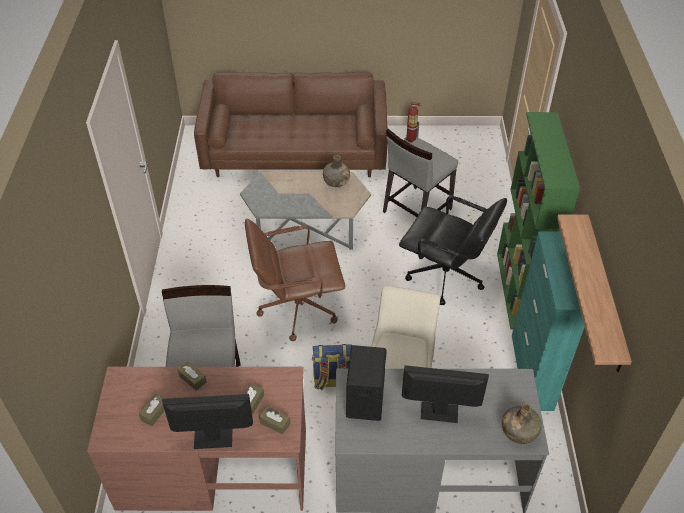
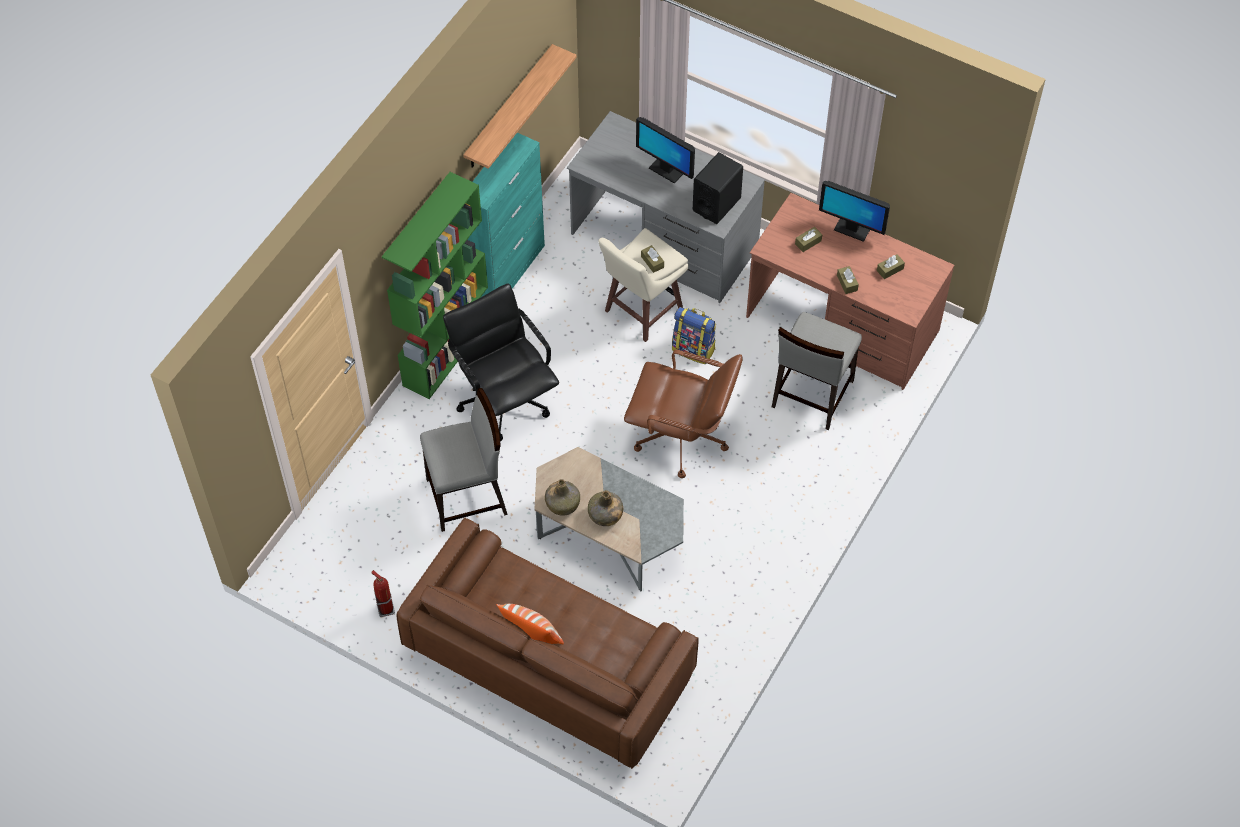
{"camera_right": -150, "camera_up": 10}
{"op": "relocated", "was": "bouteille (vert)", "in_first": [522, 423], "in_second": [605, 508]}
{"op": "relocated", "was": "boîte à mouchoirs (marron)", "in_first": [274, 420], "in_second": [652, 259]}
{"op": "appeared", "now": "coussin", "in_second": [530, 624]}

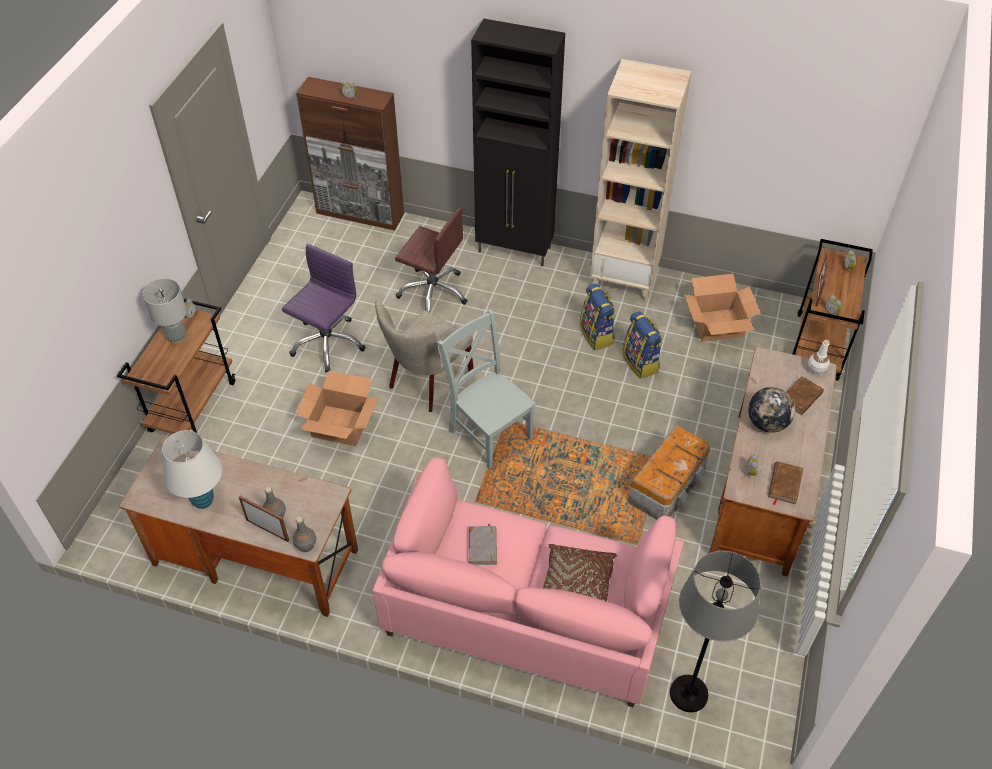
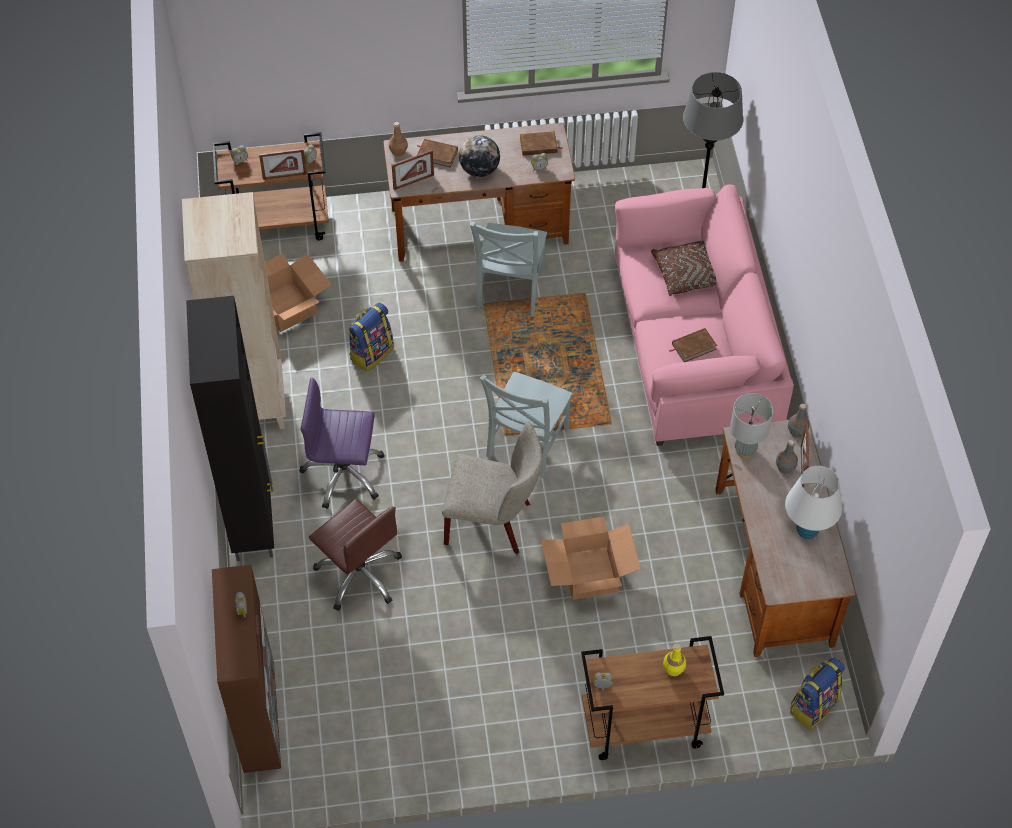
{"camera_right": -115, "camera_up": 5}
{"op": "spun", "was": "chaise de bureau (marron)", "in_first": [431, 259], "in_second": [355, 555], "clockwise": 135}
{"op": "relocated", "was": "chaise de bureau (violet)", "in_first": [323, 308], "in_second": [342, 443]}
{"op": "relocated", "was": "lampe de table (gris)", "in_first": [165, 311], "in_second": [751, 426]}
{"op": "relocated", "was": "sac à dos", "in_first": [598, 317], "in_second": [817, 694]}
{"op": "colour", "was": "bouteille (blanc)", "now": "bouteille (marron)", "in_first": [819, 357], "in_second": [398, 139]}
{"op": "exchanged", "was": "boîte de rangement", "now": "chaise (gris)", "in_first": [669, 472], "in_second": [508, 268]}
{"op": "colour", "was": "livre (gris)", "now": "livre (marron)", "in_first": [483, 544], "in_second": [693, 345]}
{"op": "appeared", "now": "cadre photo", "in_second": [413, 170]}
{"op": "appeared", "now": "bouteille (jaune)", "in_second": [674, 660]}

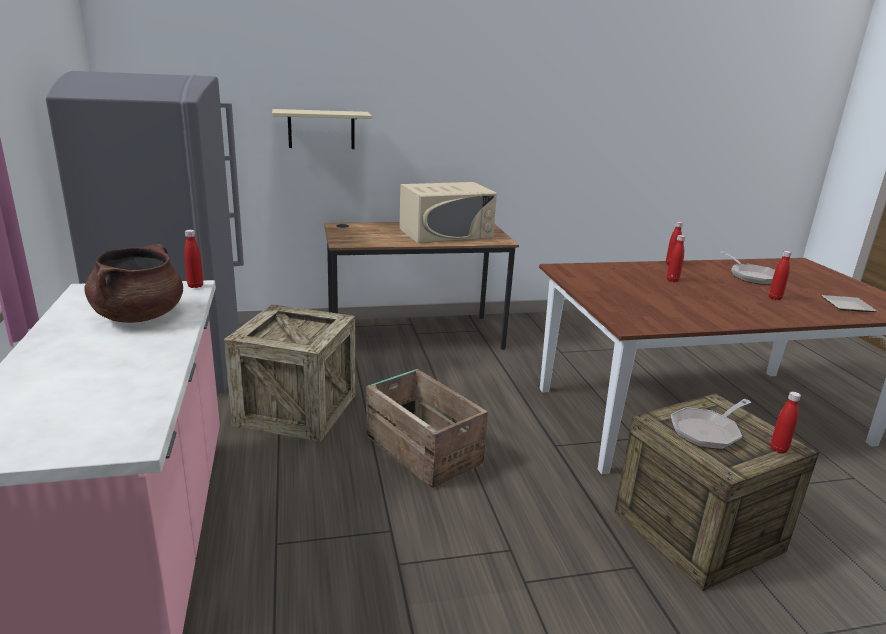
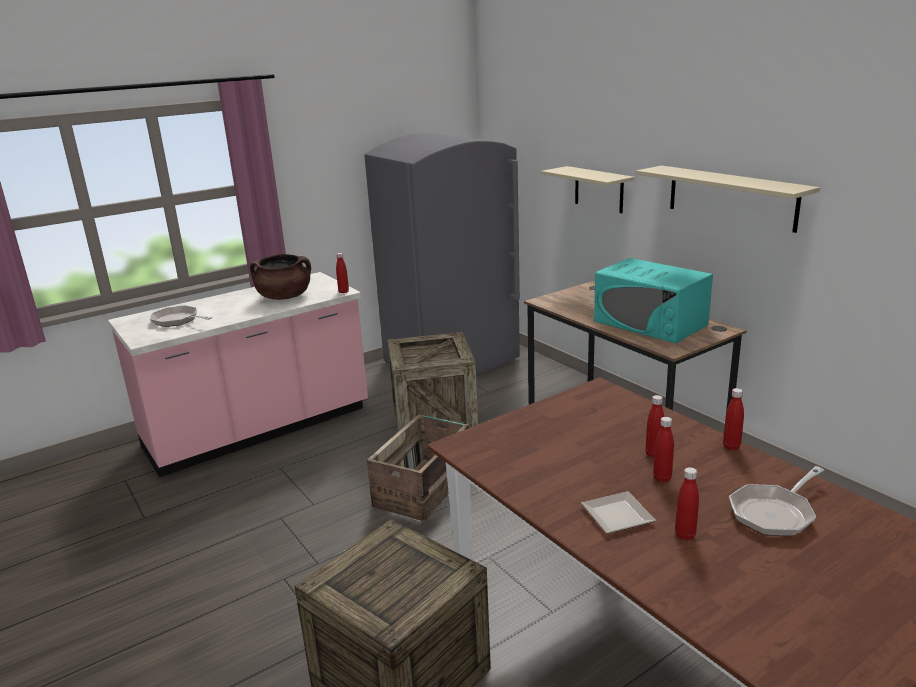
{"camera_right": 70, "camera_up": 0}
{"op": "colour", "was": "micro-ondes (beige)", "now": "micro-ondes (turquoise)", "in_first": [448, 212], "in_second": [653, 300]}
{"op": "relocated", "was": "assiette", "in_first": [849, 303], "in_second": [618, 512]}
{"op": "relocated", "was": "bouteille (rouge)", "in_first": [785, 423], "in_second": [663, 450]}
{"op": "relocated", "was": "poêle", "in_first": [711, 424], "in_second": [181, 316]}
{"op": "appeared", "now": "étagère (beige)", "in_second": [728, 199]}

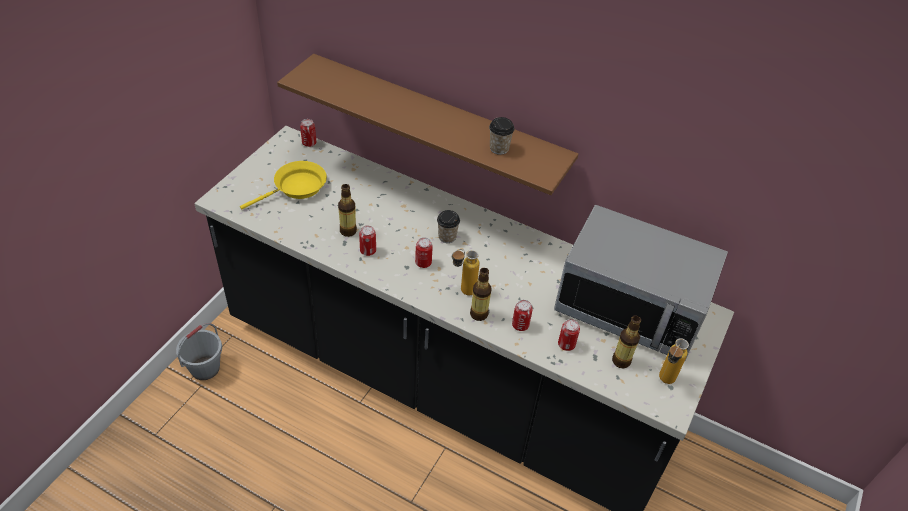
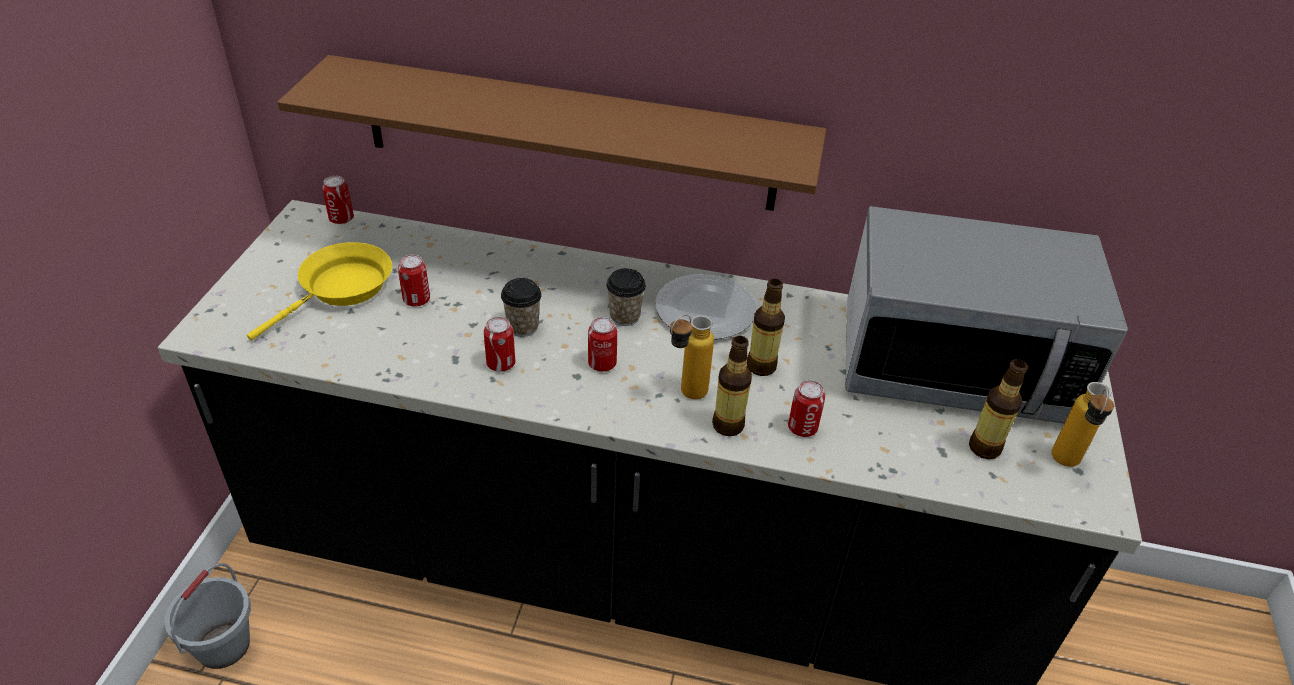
{"camera_right": -15, "camera_up": -5}
{"op": "relocated", "was": "tasse", "in_first": [502, 136], "in_second": [521, 307]}
{"op": "relocated", "was": "bouteille", "in_first": [347, 210], "in_second": [766, 327]}
{"op": "relocated", "was": "boîte métallique", "in_first": [569, 335], "in_second": [414, 280]}
{"op": "appeared", "now": "assiette", "in_second": [706, 306]}

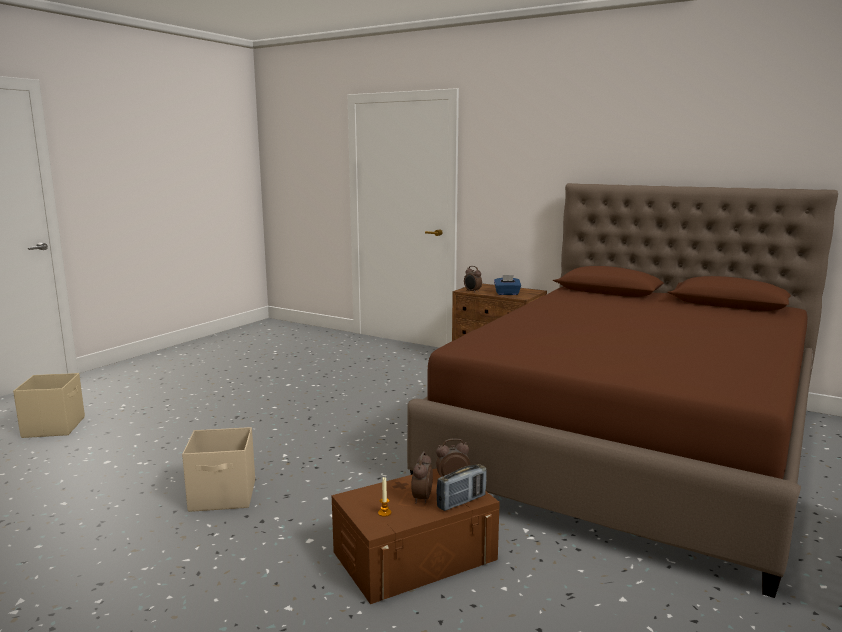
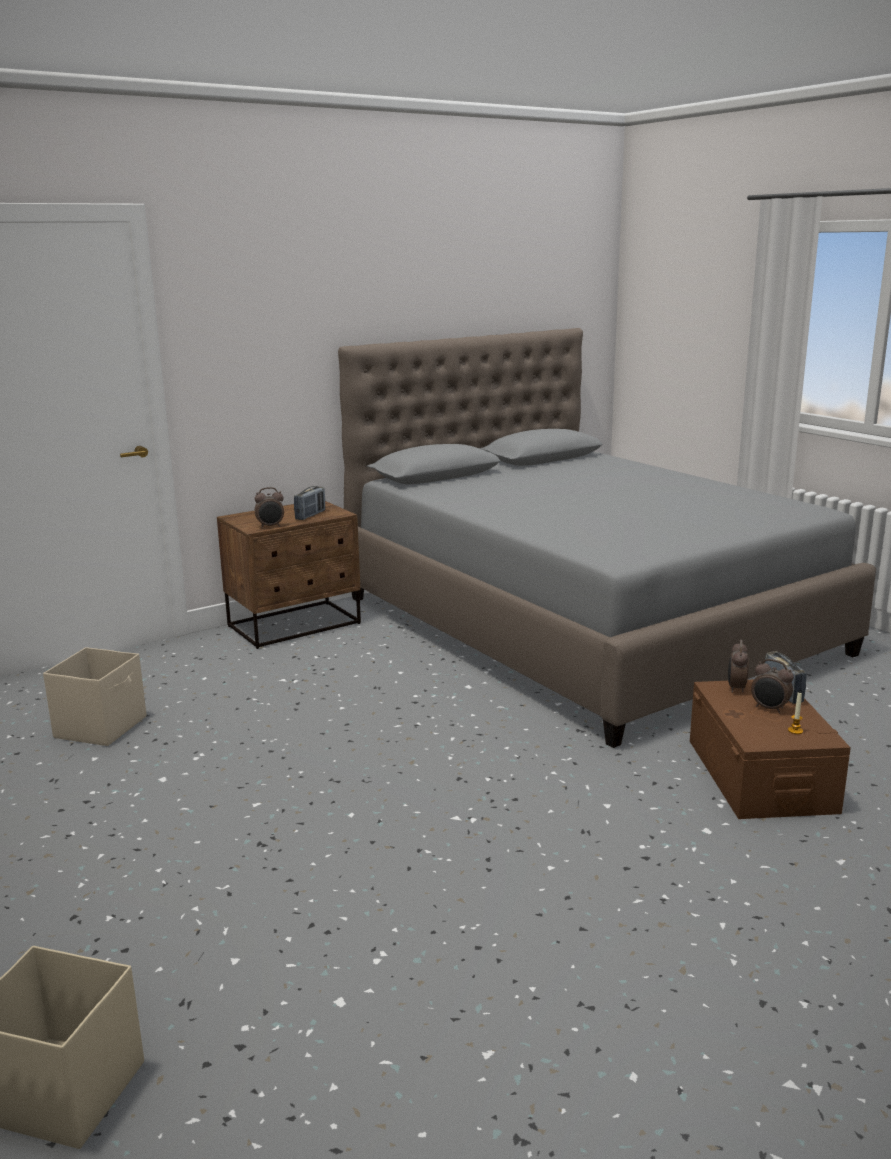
{"camera_right": -65, "camera_up": 5}
{"op": "colour", "was": "lit (marron)", "now": "lit (gris)", "in_first": [622, 390], "in_second": [607, 538]}
{"op": "exchanged", "was": "boîte à mouchoirs (bleu)", "now": "radio", "in_first": [507, 285], "in_second": [309, 503]}
{"op": "relocated", "was": "boîte de rangement (beige)", "in_first": [218, 469], "in_second": [95, 696]}

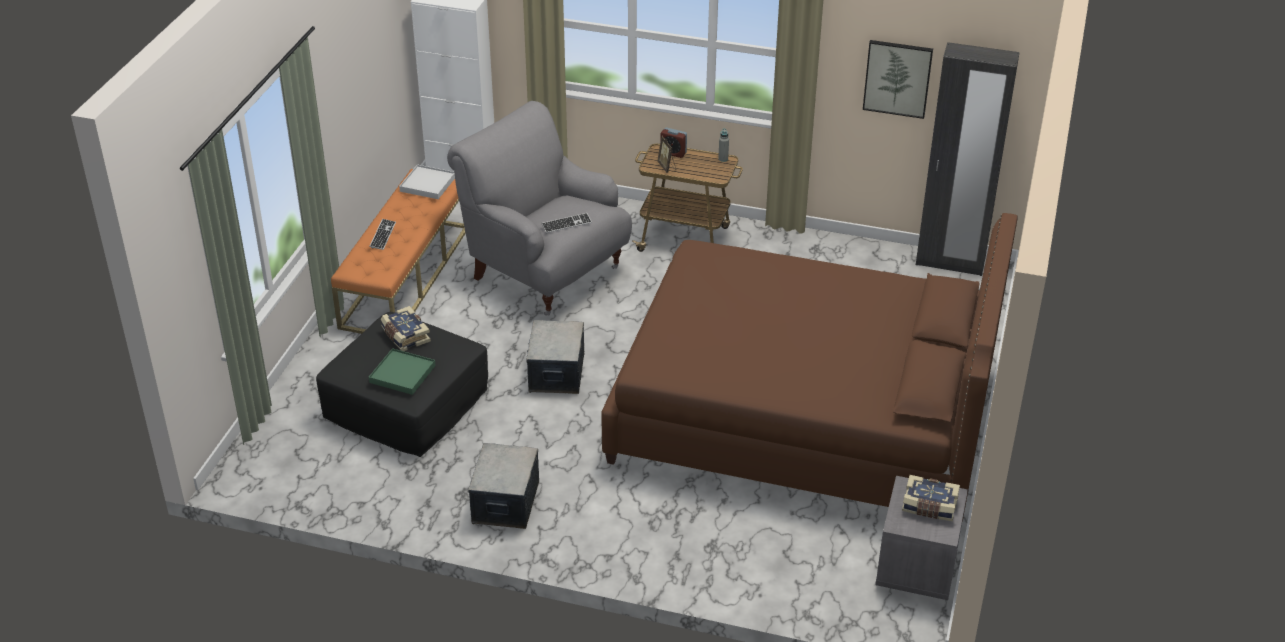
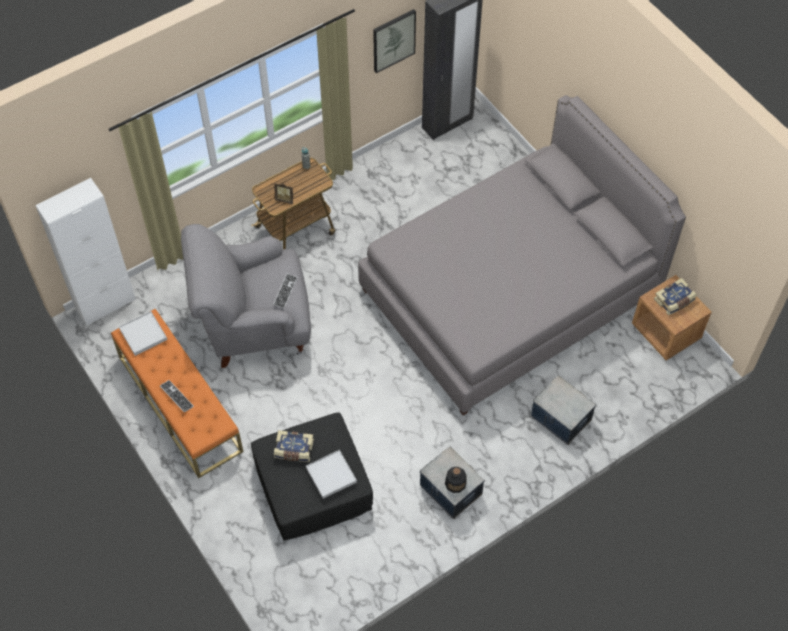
{"camera_right": -50, "camera_up": 20}
{"op": "missing", "was": "réveil", "in_first": [673, 142]}
{"op": "colour", "was": "lit (marron)", "now": "lit (gris)", "in_first": [809, 367], "in_second": [522, 255]}
{"op": "relocated", "was": "boîte de rangement", "in_first": [555, 357], "in_second": [563, 410]}
{"op": "colour", "was": "plateau (vert)", "now": "plateau (blanc)", "in_first": [402, 371], "in_second": [331, 474]}
{"op": "colour", "was": "table de chevet (gris)", "now": "table de chevet (marron)", "in_first": [921, 538], "in_second": [672, 318]}
{"op": "appeared", "now": "bouteille", "in_second": [456, 480]}

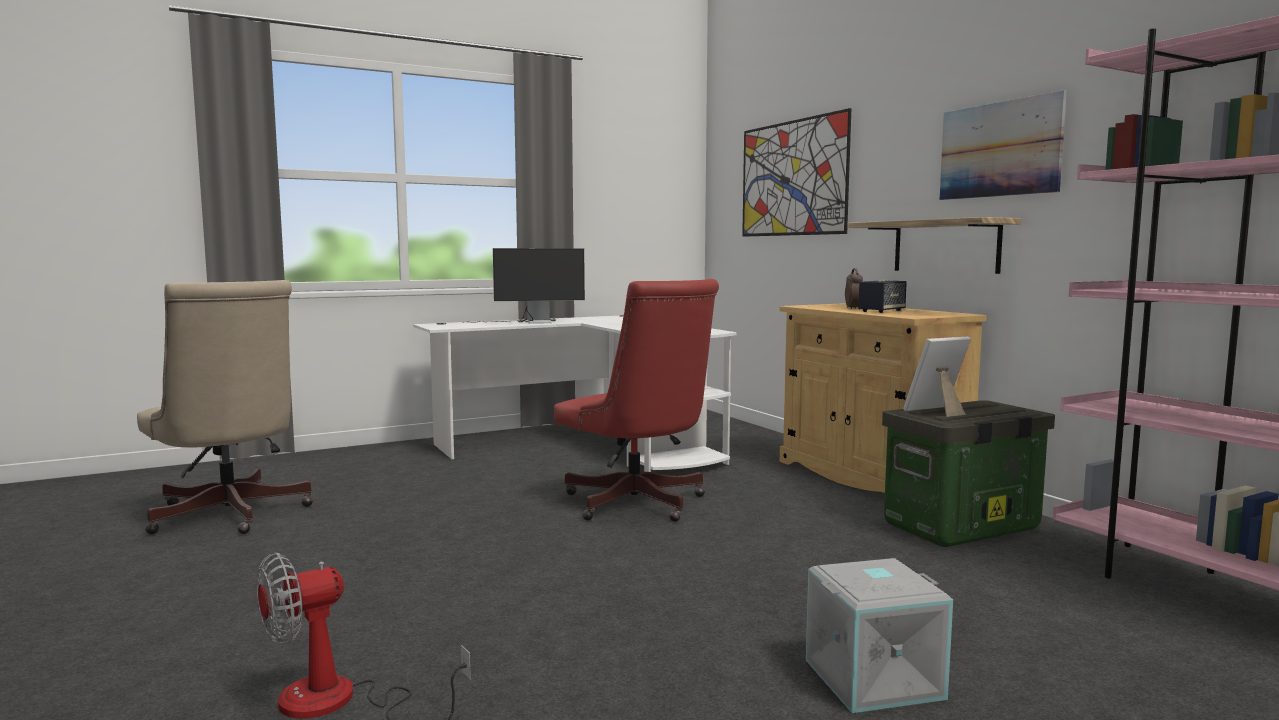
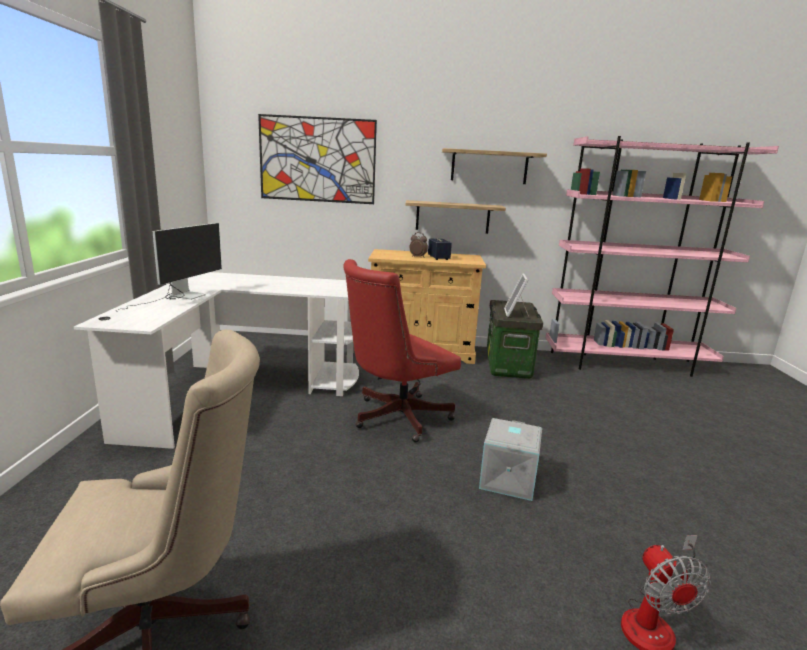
{"camera_right": -60, "camera_up": 10}
{"op": "exchanged", "was": "tableau", "now": "étagère", "in_first": [1003, 145], "in_second": [494, 166]}
{"op": "spun", "was": "chaise de bureau (rouge)", "in_first": [636, 400], "in_second": [402, 350], "clockwise": 150}
{"op": "relocated", "was": "boîte de rangement (gris)", "in_first": [879, 635], "in_second": [510, 459]}

